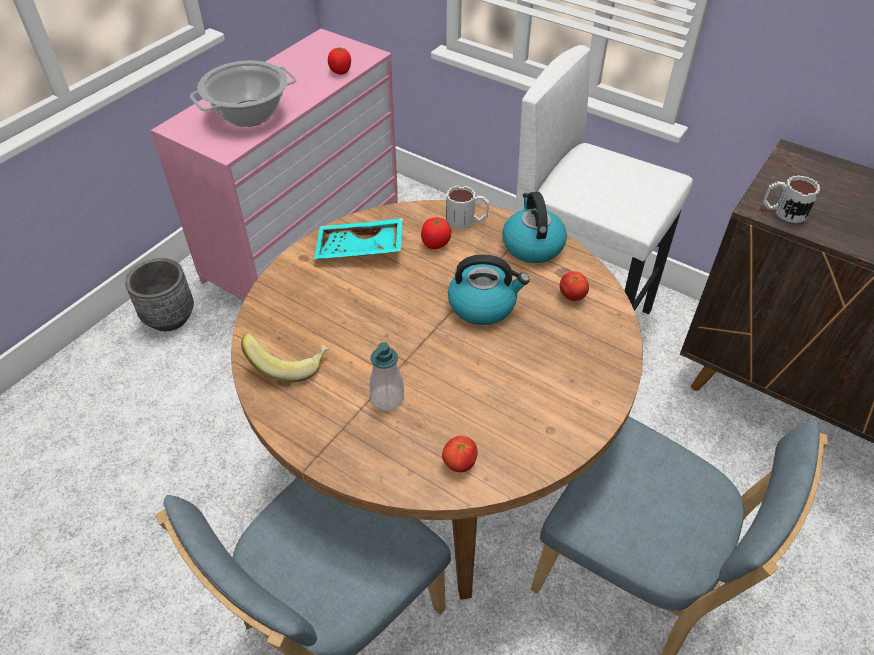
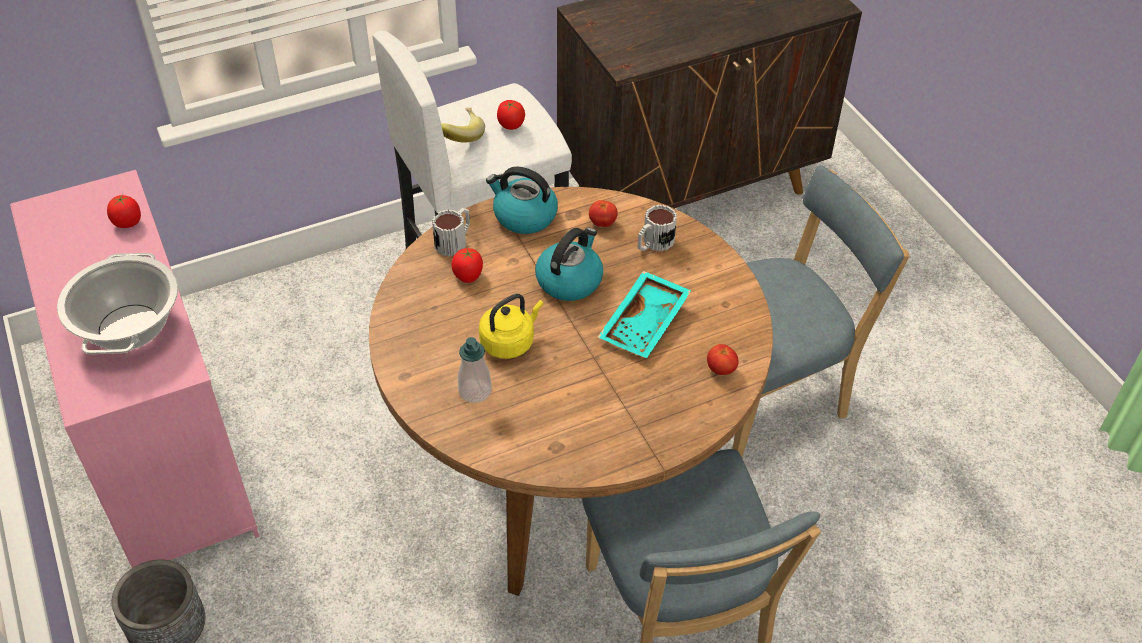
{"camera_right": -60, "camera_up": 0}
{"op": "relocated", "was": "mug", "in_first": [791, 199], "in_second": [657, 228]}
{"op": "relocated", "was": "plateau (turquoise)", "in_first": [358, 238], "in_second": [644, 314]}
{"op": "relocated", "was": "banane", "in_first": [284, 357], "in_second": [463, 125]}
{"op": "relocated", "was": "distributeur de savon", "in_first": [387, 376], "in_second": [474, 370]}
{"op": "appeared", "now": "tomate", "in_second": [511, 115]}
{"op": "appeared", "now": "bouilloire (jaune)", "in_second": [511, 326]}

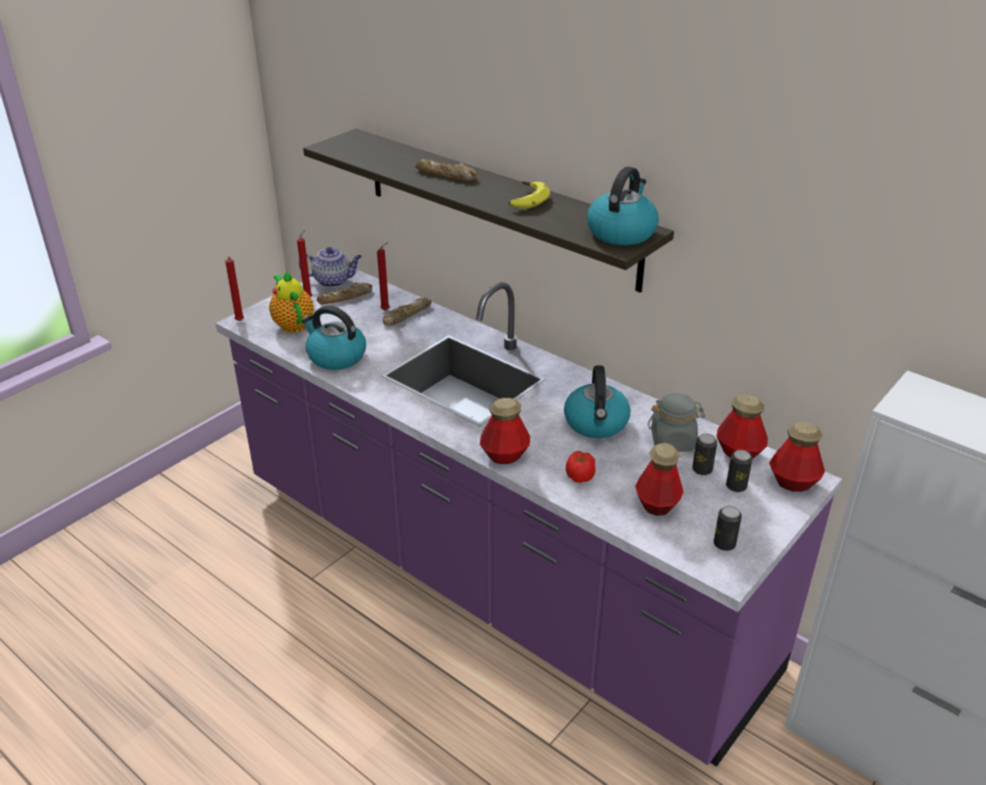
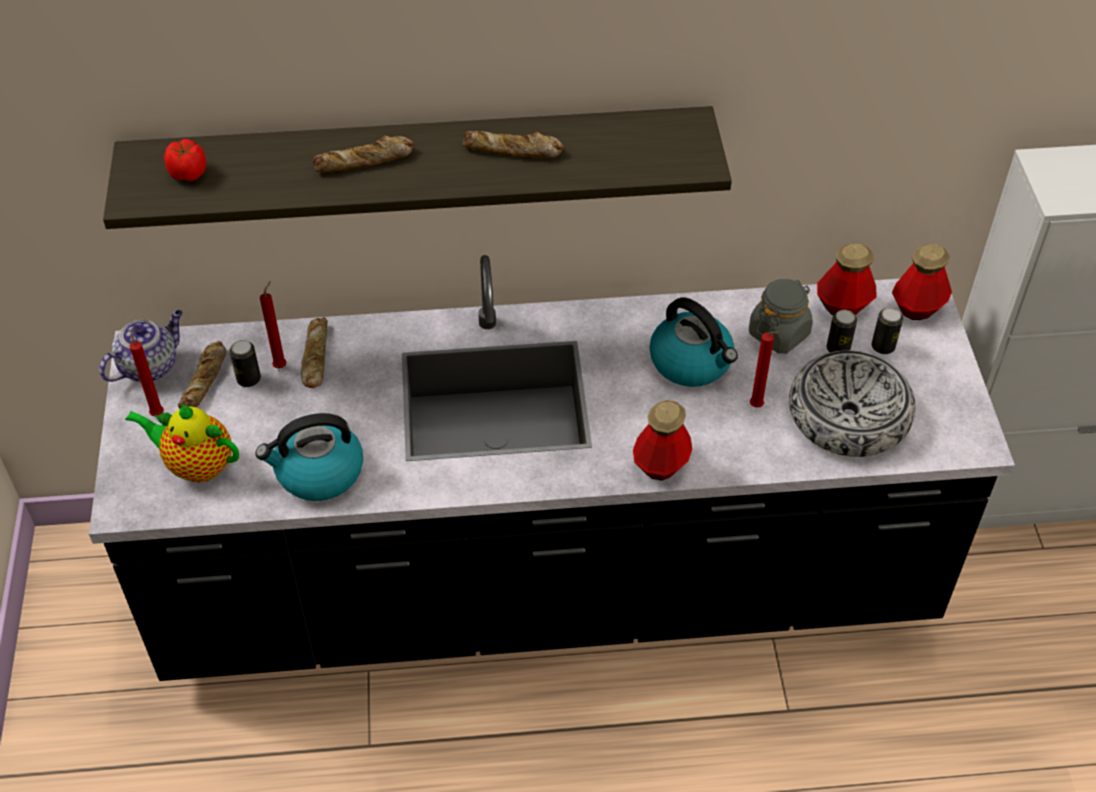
{"camera_right": -45, "camera_up": 15}
{"op": "missing", "was": "bouilloire", "in_first": [623, 206]}
{"op": "exchanged", "was": "banane", "now": "pain", "in_first": [529, 195], "in_second": [513, 144]}
{"op": "relocated", "was": "bougie (rouge)", "in_first": [234, 289], "in_second": [765, 369]}
{"op": "colour", "was": "comptoir de cuisine (violet)", "now": "comptoir de cuisine (noir)", "in_first": [528, 518], "in_second": [552, 468]}
{"op": "exchanged", "was": "bouteille", "now": "bol", "in_first": [659, 479], "in_second": [852, 403]}
{"op": "relocated", "was": "tomate", "in_first": [580, 467], "in_second": [185, 160]}
{"op": "relocated", "was": "boîte métallique", "in_first": [728, 528], "in_second": [245, 363]}

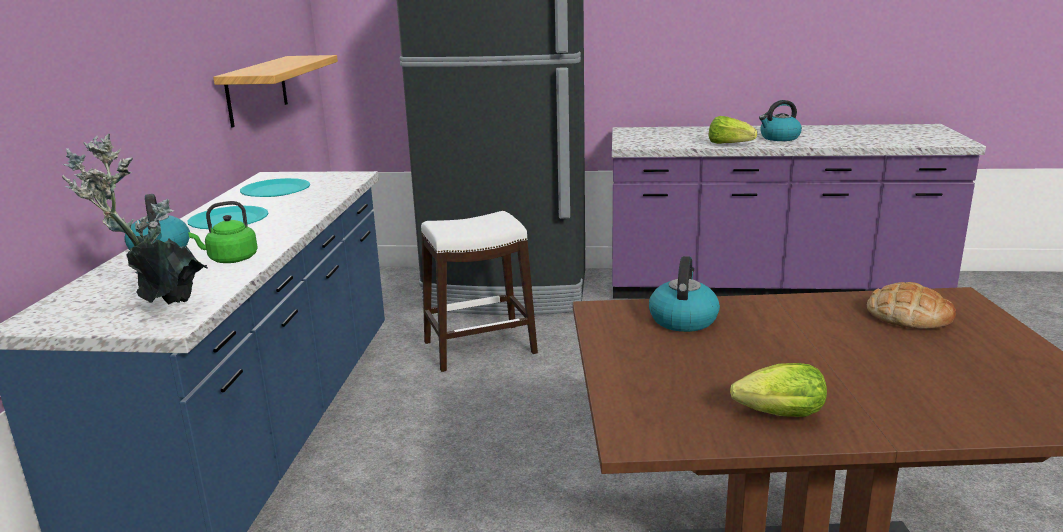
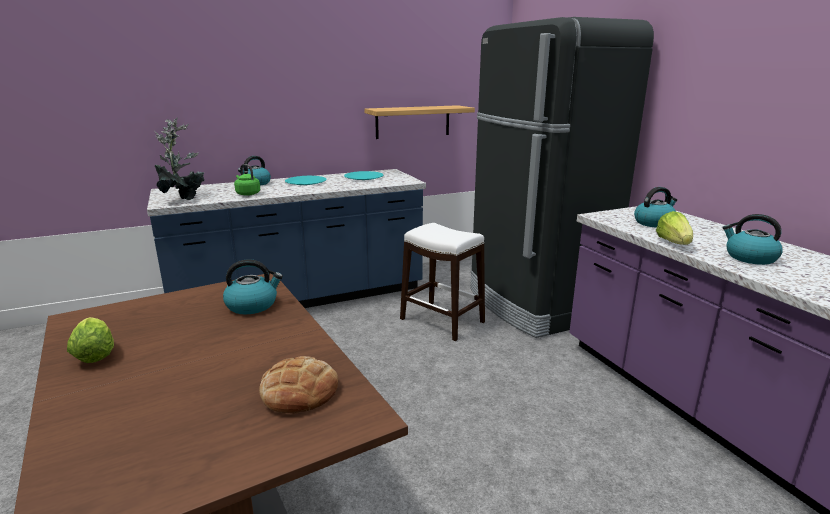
{"camera_right": 60, "camera_up": 0}
{"op": "appeared", "now": "bouilloire", "in_second": [655, 207]}

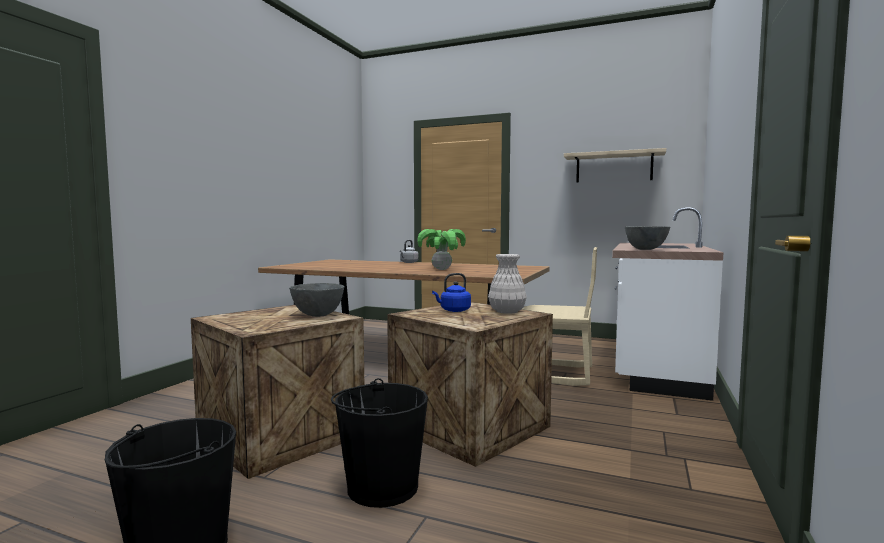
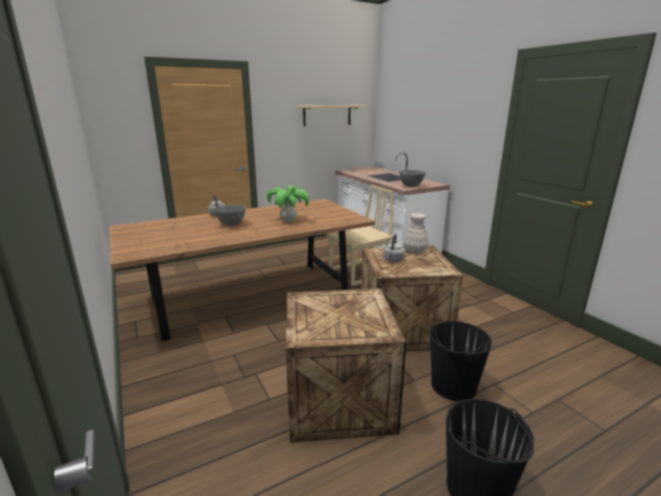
{"camera_right": -50, "camera_up": 15}
{"op": "colour", "was": "bouilloire (bleu)", "now": "bouilloire (gris)", "in_first": [451, 292], "in_second": [394, 248]}
{"op": "relocated", "was": "bol (gris)", "in_first": [317, 300], "in_second": [230, 215]}

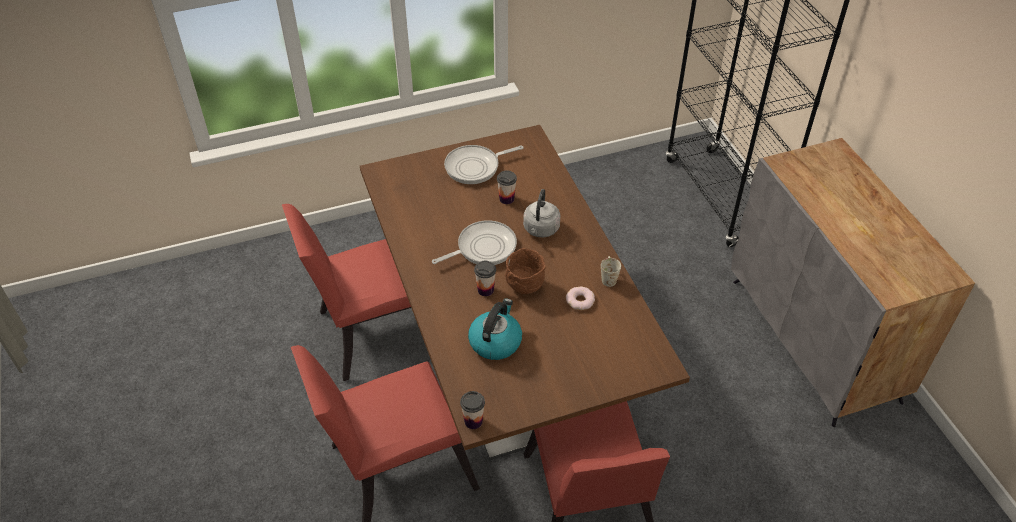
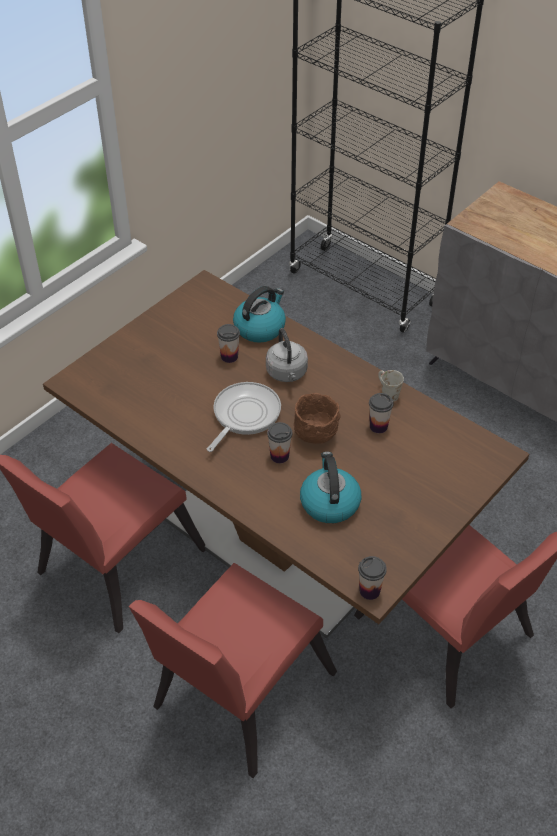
{"camera_right": -30, "camera_up": 0}
{"op": "missing", "was": "poêle", "in_first": [484, 164]}
{"op": "exchanged", "was": "beignet", "now": "tasse", "in_first": [580, 298], "in_second": [381, 413]}
{"op": "appeared", "now": "bouilloire", "in_second": [259, 314]}

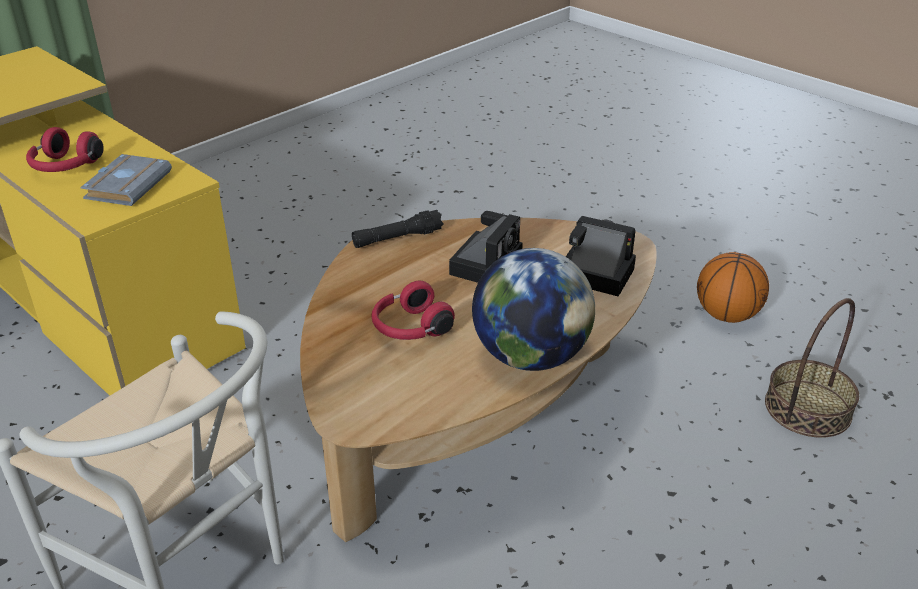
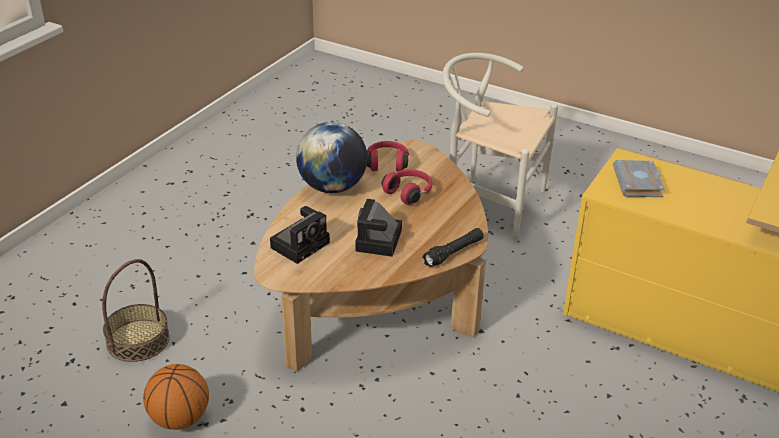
{"camera_right": 165, "camera_up": 0}
{"op": "relocated", "was": "casque audio (rouge)", "in_first": [65, 149], "in_second": [388, 156]}
{"op": "spun", "was": "appareil photo", "in_first": [601, 256], "in_second": [300, 235], "clockwise": -60}

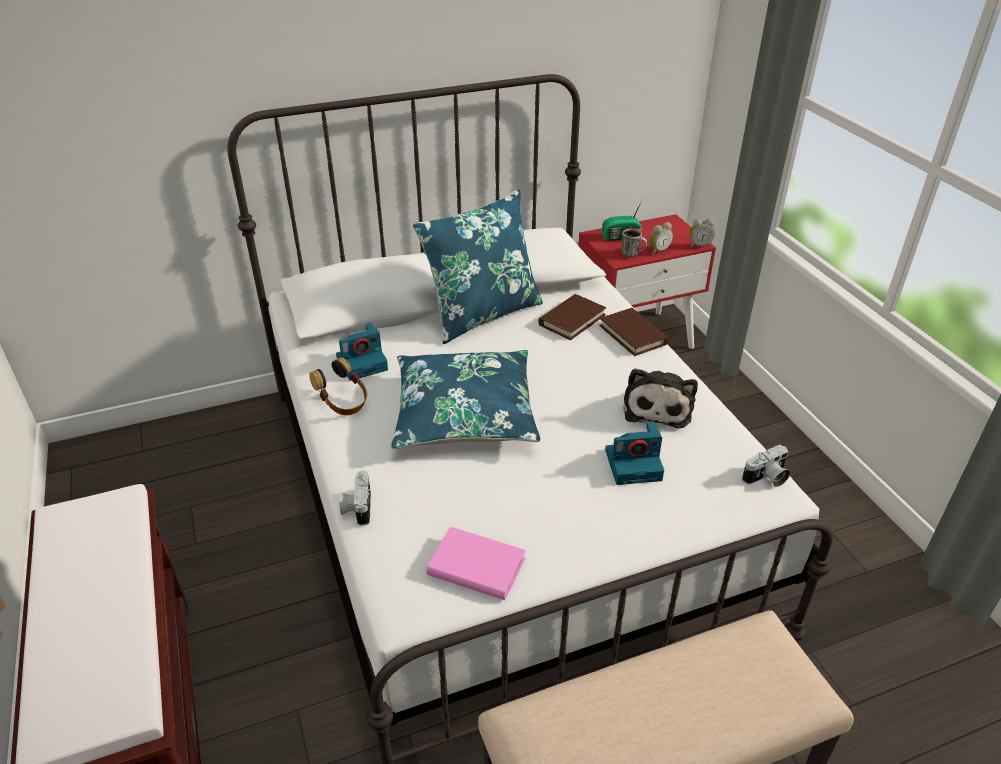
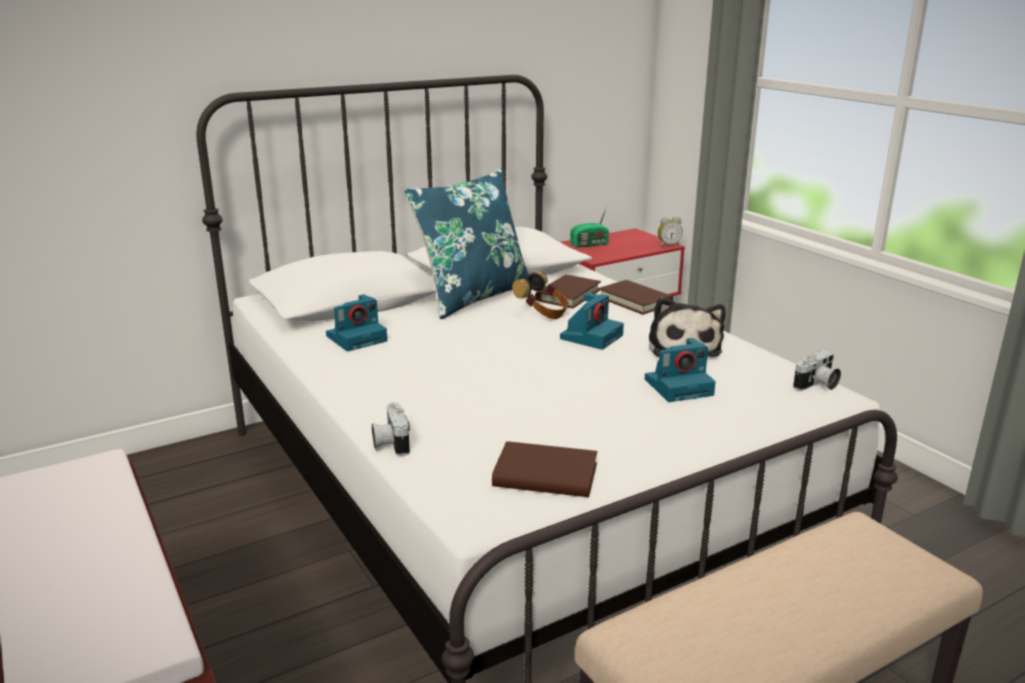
{"camera_right": -10, "camera_up": -15}
{"op": "missing", "was": "réveil", "in_first": [661, 238]}
{"op": "missing", "was": "mug", "in_first": [634, 243]}
{"op": "missing", "was": "coussin (bleu)", "in_first": [465, 399]}
{"op": "relocated", "was": "casque audio", "in_first": [338, 386], "in_second": [540, 295]}
{"op": "colour", "was": "livre (rose)", "now": "livre (marron)", "in_first": [476, 563], "in_second": [544, 469]}
{"op": "appeared", "now": "appareil photo", "in_second": [592, 321]}

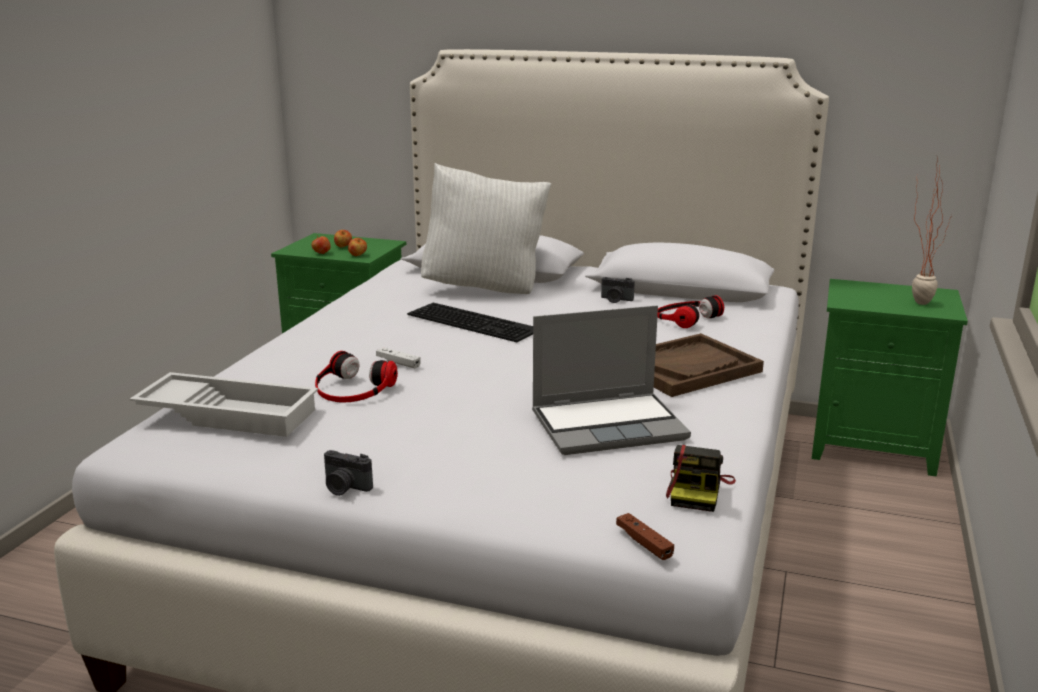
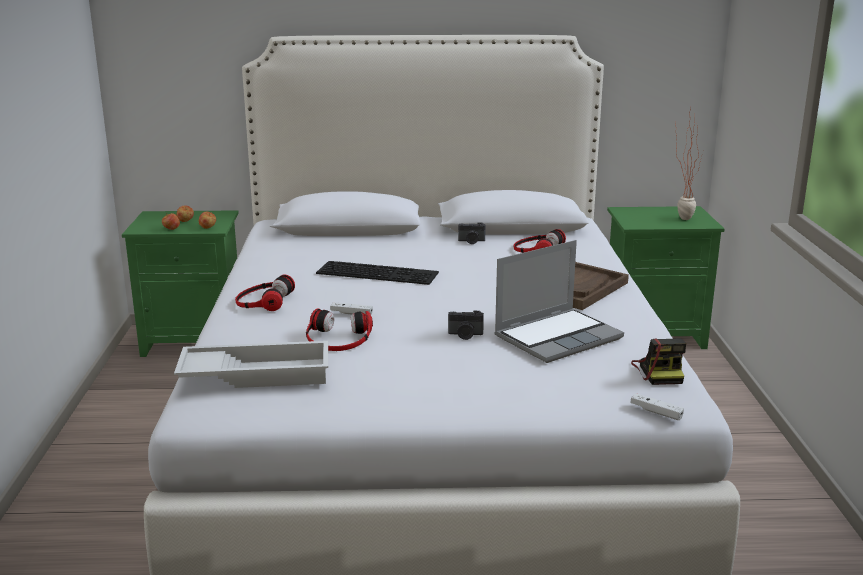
{"camera_right": -20, "camera_up": 0}
{"op": "missing", "was": "coussin (blanc)", "in_first": [486, 228]}
{"op": "relocated", "was": "appareil photo", "in_first": [348, 473], "in_second": [466, 325]}
{"op": "colour", "was": "manette (marron)", "now": "manette (blanc)", "in_first": [645, 536], "in_second": [657, 406]}
{"op": "appeared", "now": "casque audio", "in_second": [265, 292]}

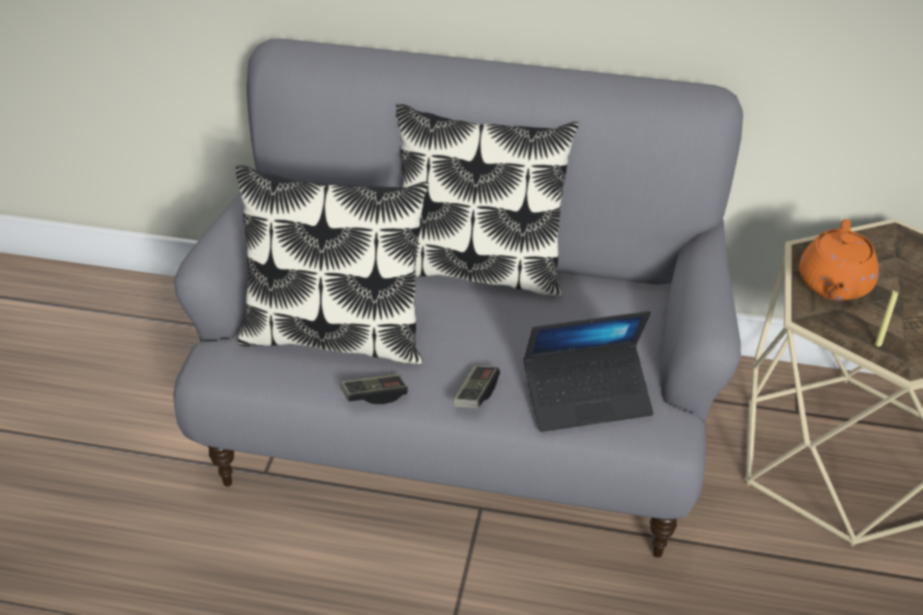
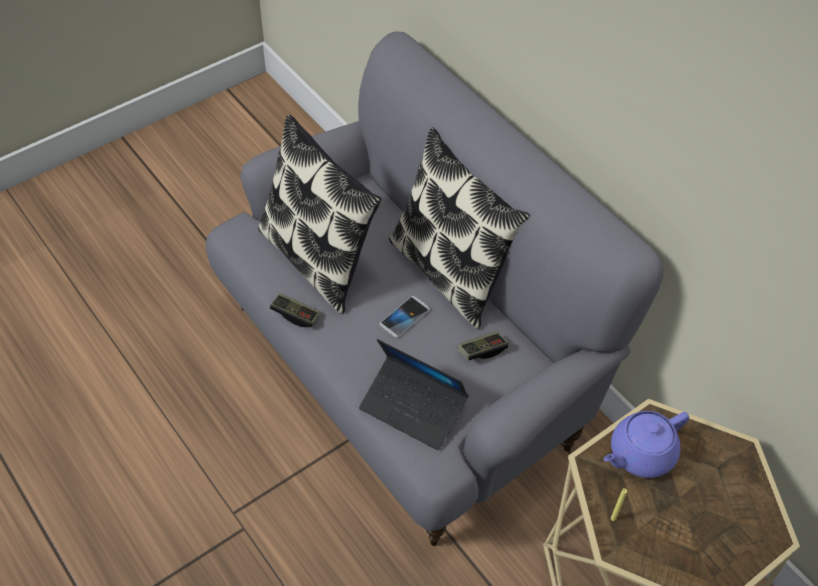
{"camera_right": 40, "camera_up": 10}
{"op": "colour", "was": "théière (orange)", "now": "théière (violet)", "in_first": [839, 260], "in_second": [646, 444]}
{"op": "relocated", "was": "manette", "in_first": [476, 387], "in_second": [483, 346]}
{"op": "appeared", "now": "téléphone", "in_second": [405, 317]}

